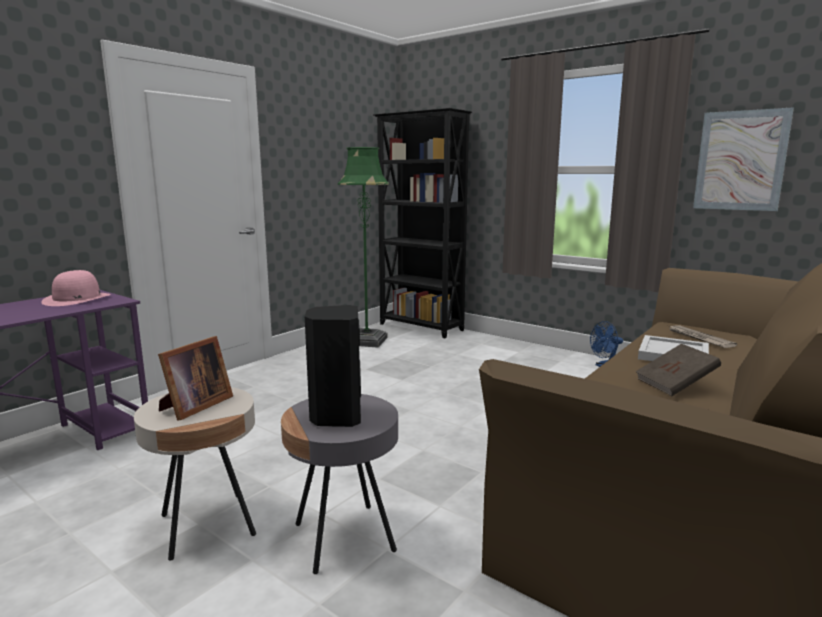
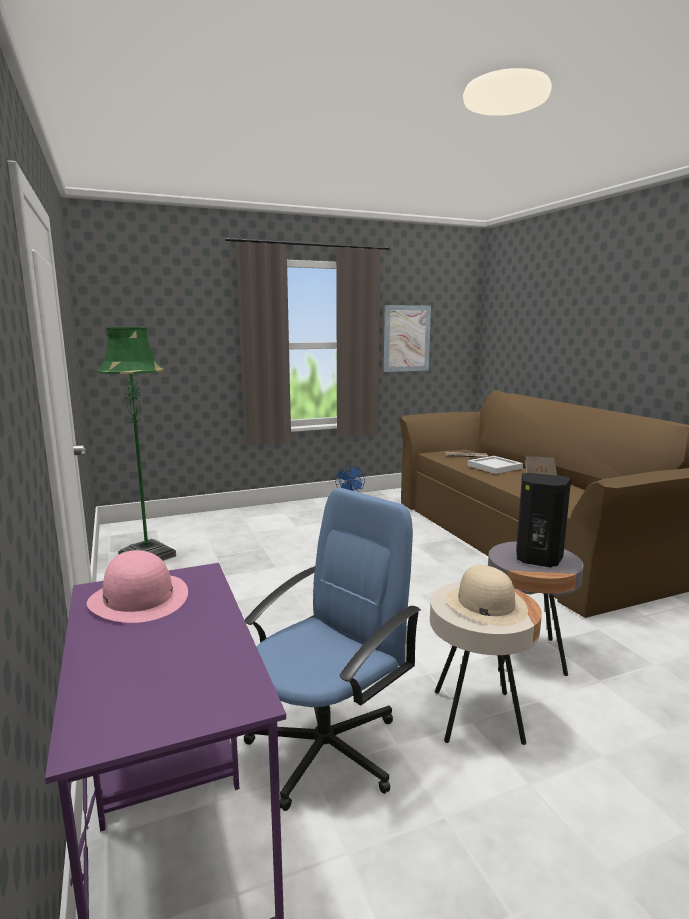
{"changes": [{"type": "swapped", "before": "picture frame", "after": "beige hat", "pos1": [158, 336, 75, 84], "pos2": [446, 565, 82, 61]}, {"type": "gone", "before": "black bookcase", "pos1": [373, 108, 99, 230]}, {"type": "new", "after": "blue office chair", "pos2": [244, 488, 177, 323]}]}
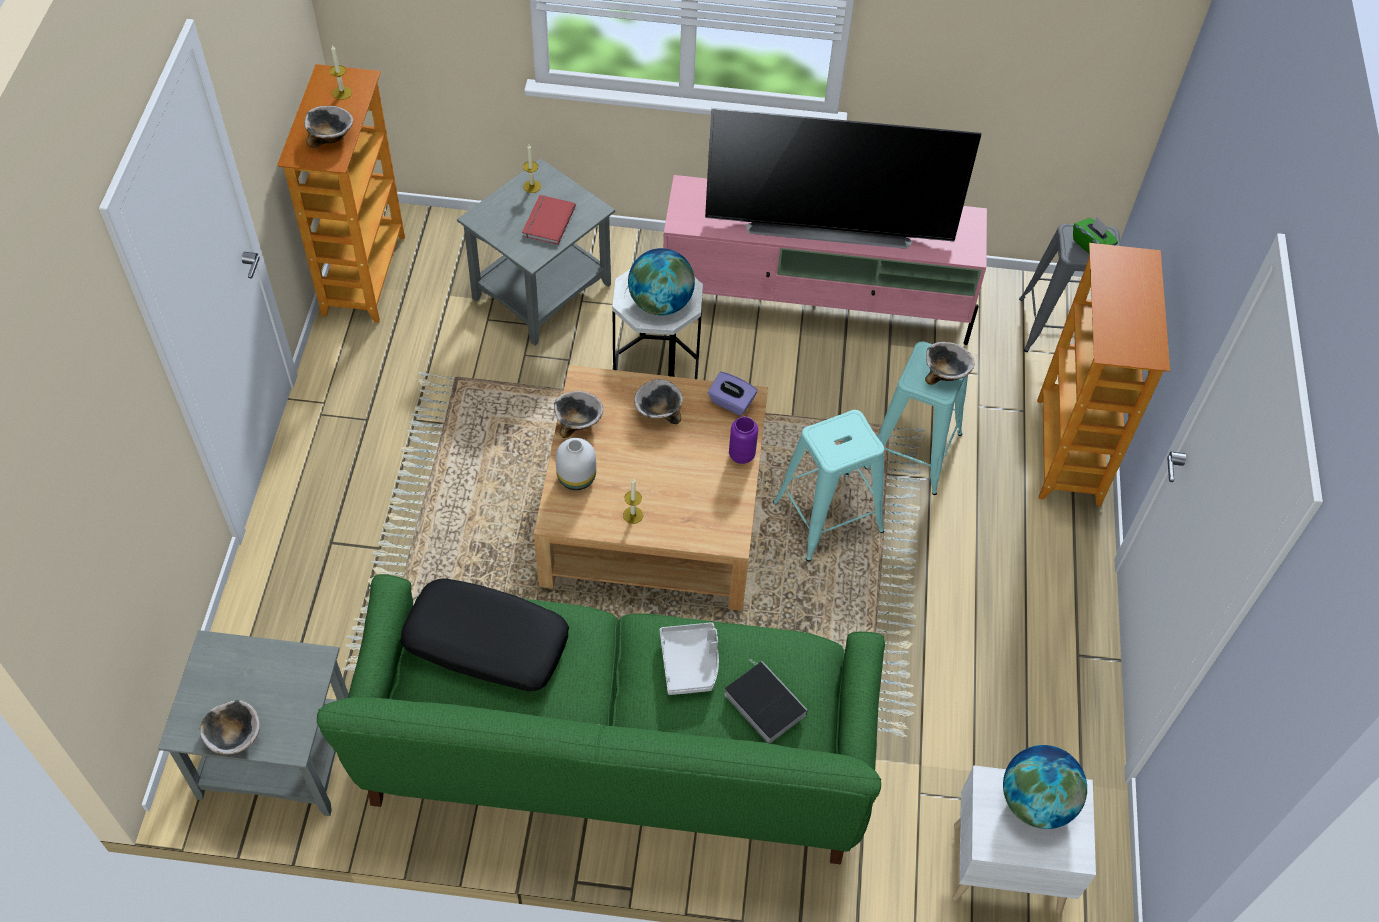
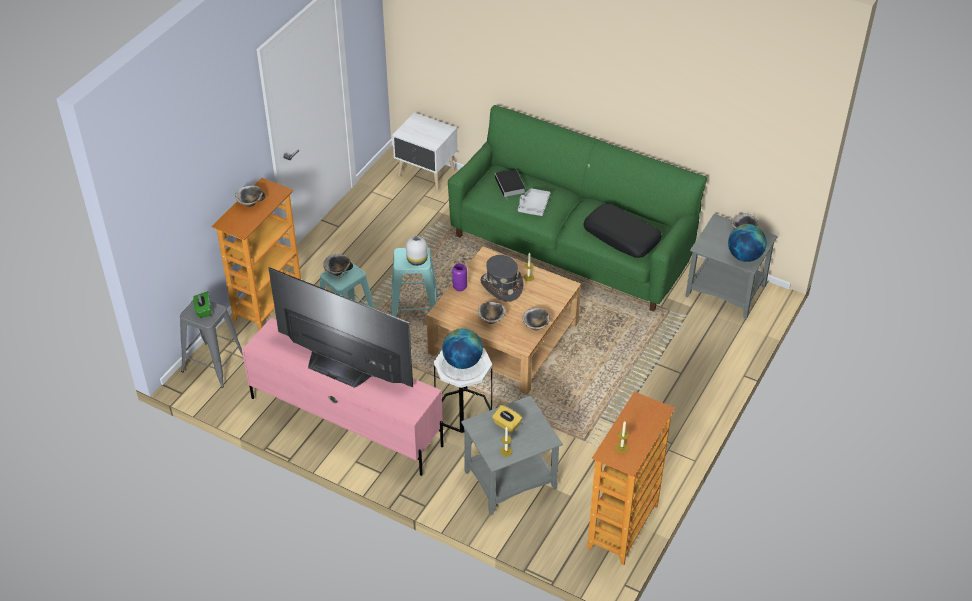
{"changes": [{"type": "shifted", "before": "bowl", "pos1": [304, 106, 49, 42], "pos2": [235, 185, 31, 22]}, {"type": "swapped", "before": "red book", "after": "yellow tissue box", "pos1": [522, 195, 54, 50], "pos2": [492, 405, 31, 28]}, {"type": "shifted", "before": "white vase", "pos1": [555, 438, 41, 52], "pos2": [406, 236, 22, 30]}, {"type": "gone", "before": "purple tissue box", "pos1": [708, 372, 49, 44]}, {"type": "shifted", "before": "globe", "pos1": [1003, 745, 84, 84], "pos2": [728, 224, 39, 38]}, {"type": "new", "after": "grey hat", "pos2": [480, 255, 44, 47]}]}
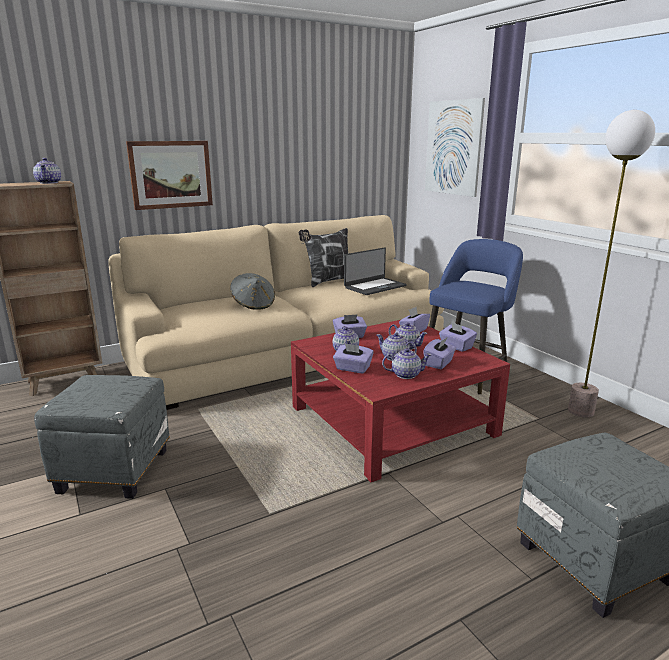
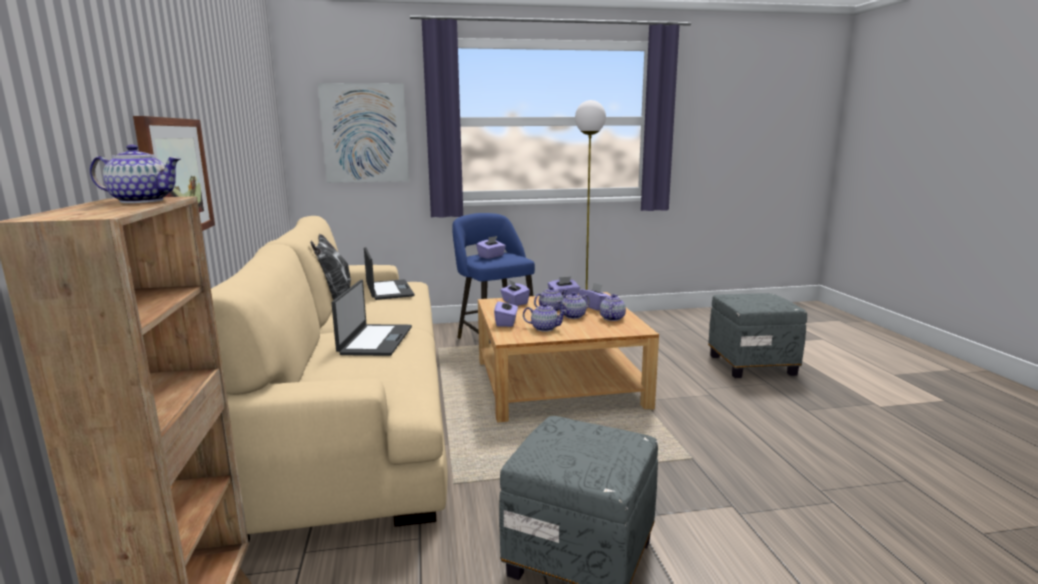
{"changes": [{"type": "swapped", "before": "grey hat", "after": "laptop", "pos1": [230, 273, 45, 37], "pos2": [332, 280, 80, 76]}, {"type": "repainted", "before": "red coffee table", "after": "beige coffee table", "pos1": [291, 320, 219, 162], "pos2": [478, 292, 181, 131]}, {"type": "shifted", "before": "purple tissue box", "pos1": [333, 343, 41, 31], "pos2": [476, 236, 30, 23]}]}
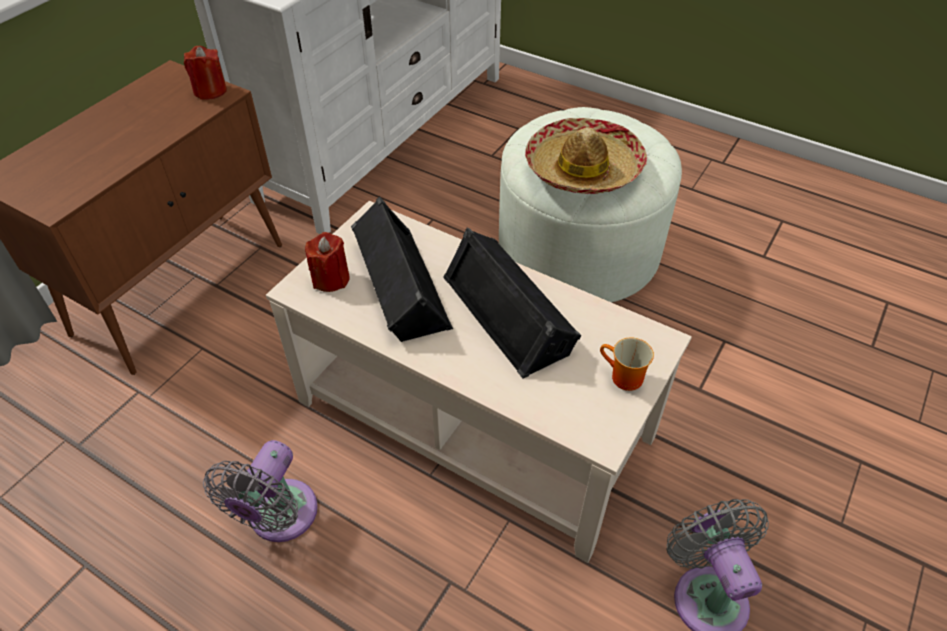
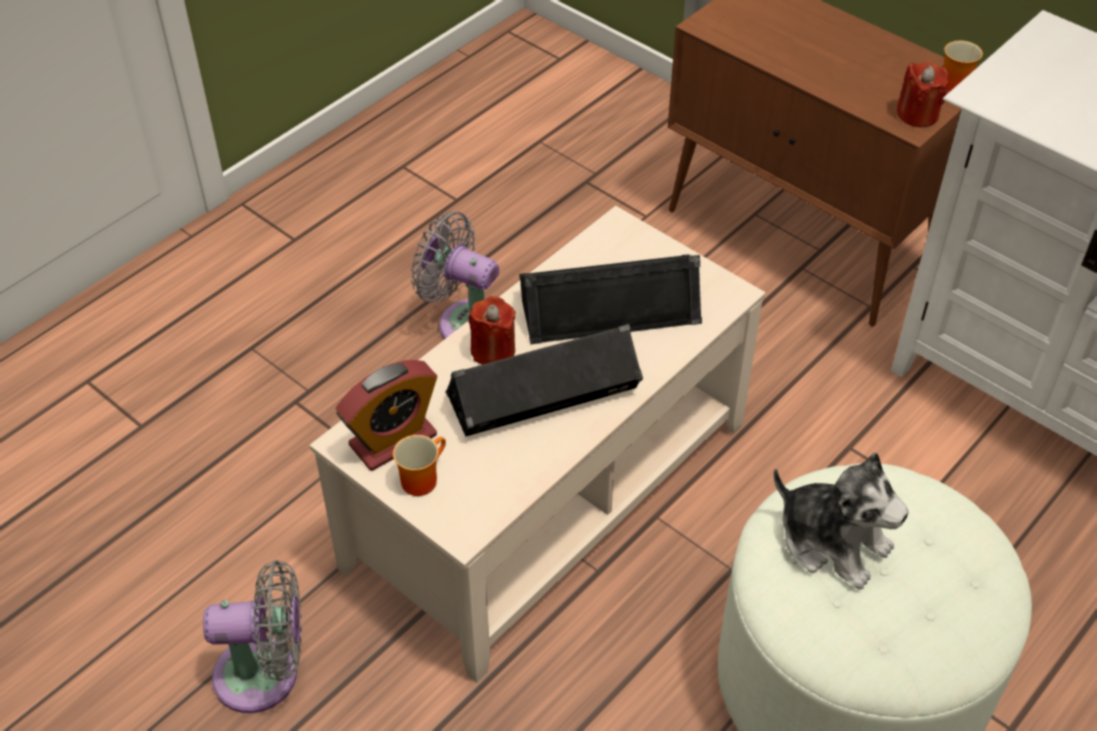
{"changes": [{"type": "shifted", "before": "red candle", "pos1": [305, 232, 45, 60], "pos2": [468, 296, 48, 69]}, {"type": "swapped", "before": "hat", "after": "plush toy", "pos1": [525, 118, 122, 76], "pos2": [774, 453, 135, 137]}, {"type": "new", "after": "alarm clock", "pos2": [336, 360, 101, 111]}, {"type": "new", "after": "mug", "pos2": [944, 41, 39, 51]}]}
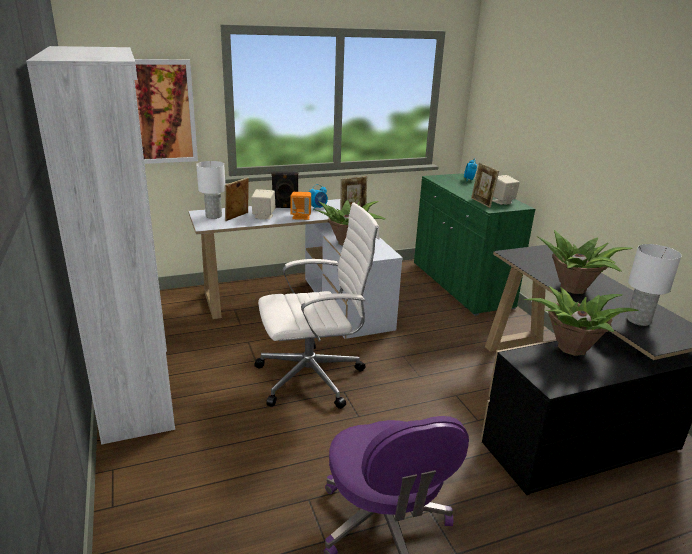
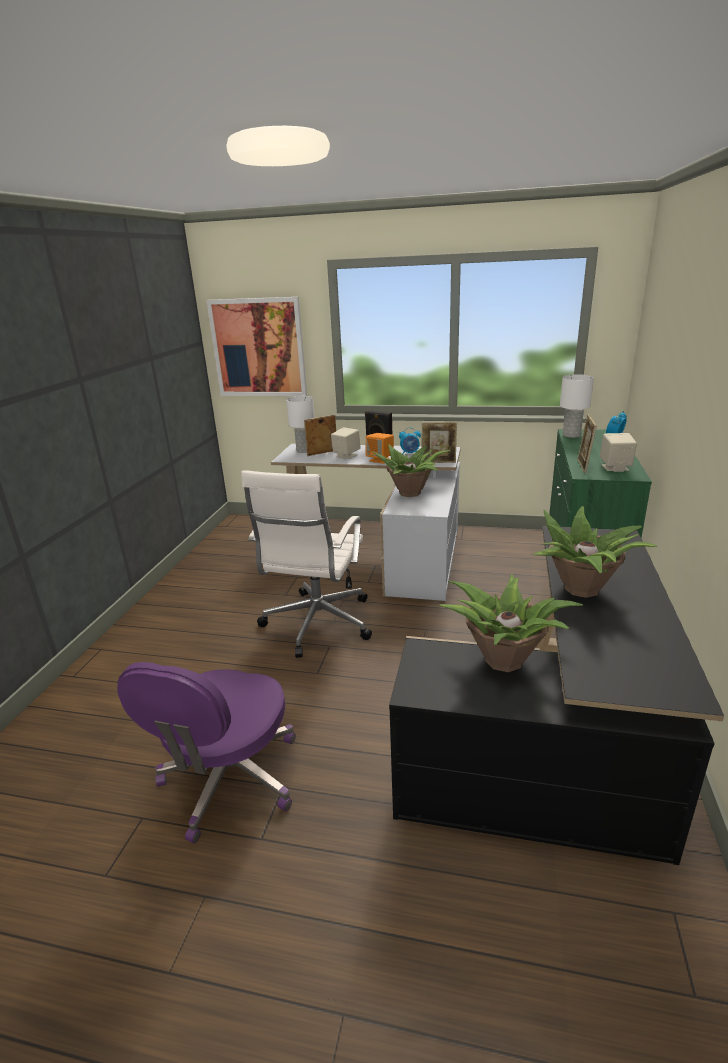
{"changes": [{"type": "gone", "before": "white bookcase", "pos1": [26, 46, 149, 399]}, {"type": "rotated", "before": "white office chair", "pos1": [254, 203, 126, 206], "pos2": [241, 470, 131, 188], "turn": 90}, {"type": "shifted", "before": "white table lamp", "pos1": [627, 244, 55, 82], "pos2": [560, 374, 34, 64]}]}
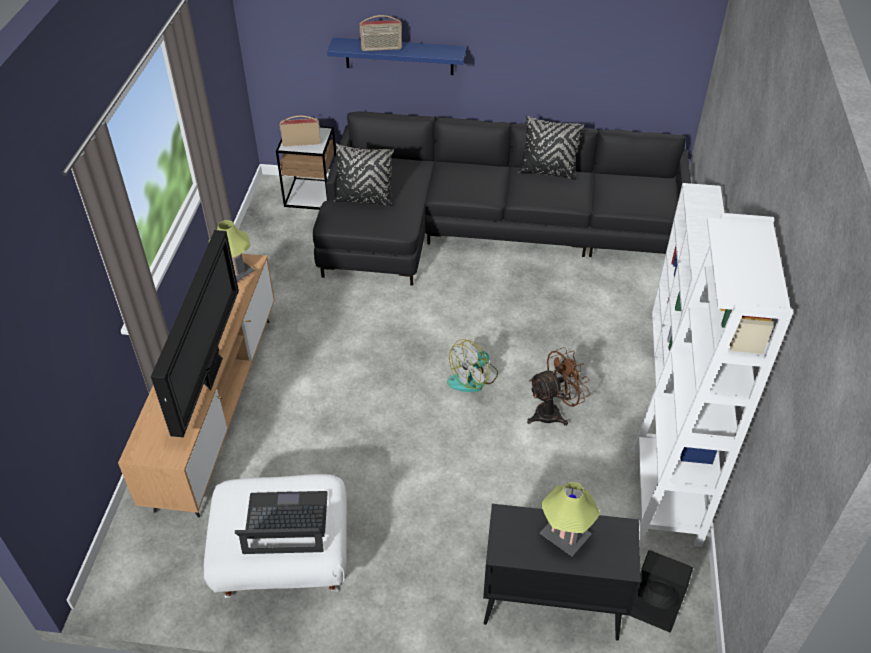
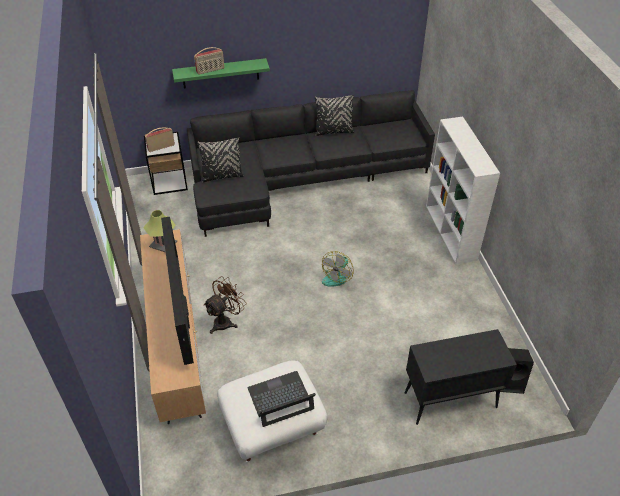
{"changes": [{"type": "repainted", "before": "blue shelf", "after": "green shelf", "pos1": [327, 38, 139, 37], "pos2": [172, 58, 98, 30]}, {"type": "shifted", "before": "brown fan", "pos1": [527, 347, 63, 79], "pos2": [203, 276, 44, 58]}, {"type": "gone", "before": "table lamp", "pos1": [540, 482, 60, 75]}, {"type": "gone", "before": "white bookcase", "pos1": [632, 213, 161, 334]}]}
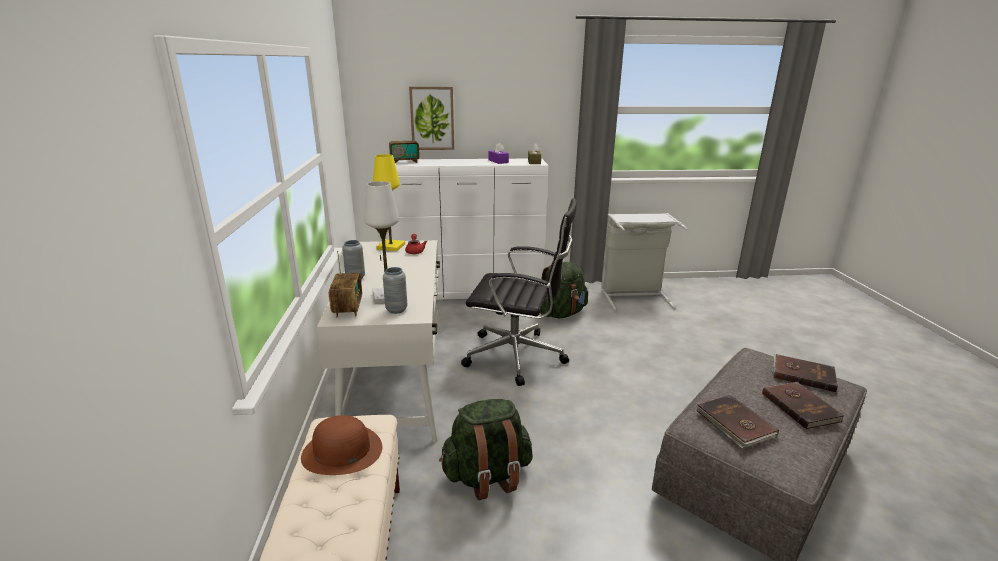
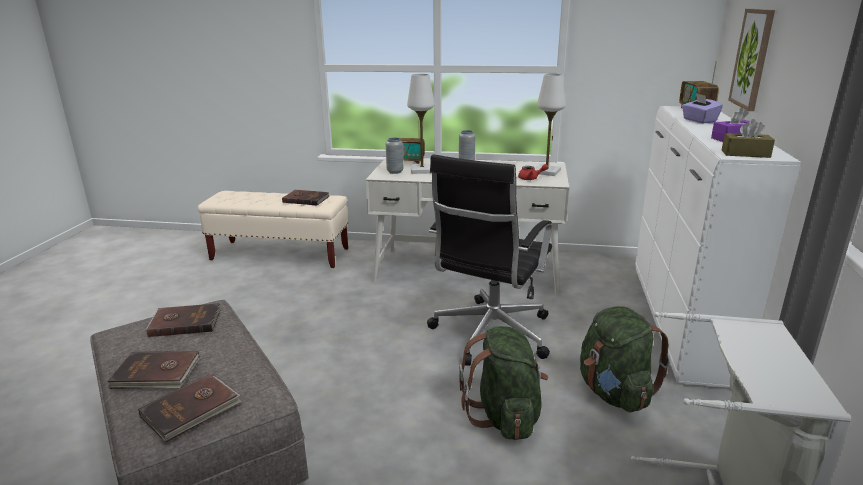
{"changes": [{"type": "swapped", "before": "brown hat", "after": "brown book", "pos1": [301, 415, 81, 60], "pos2": [282, 190, 48, 16]}, {"type": "repainted", "before": "yellow table lamp", "after": "white table lamp", "pos1": [373, 154, 32, 97], "pos2": [535, 74, 31, 102]}, {"type": "shifted", "before": "green backpack", "pos1": [439, 399, 94, 101], "pos2": [459, 326, 89, 114]}, {"type": "new", "after": "purple tissue box", "pos2": [682, 93, 41, 30]}]}
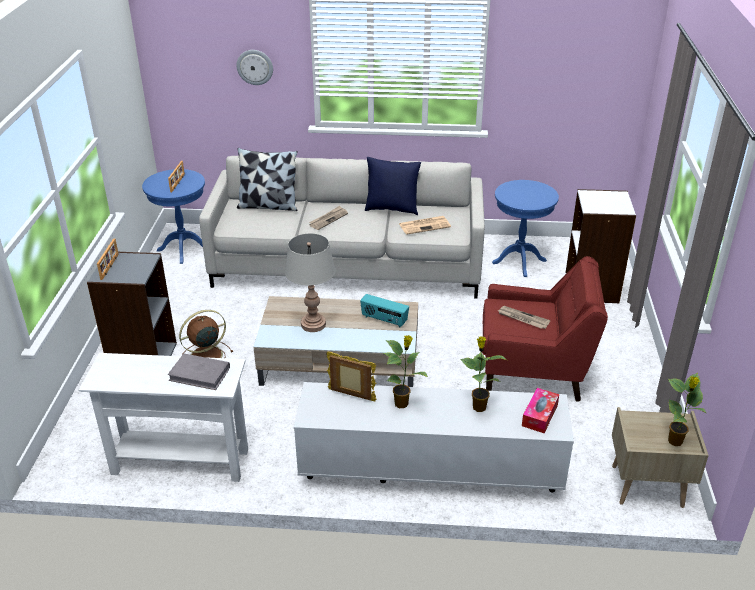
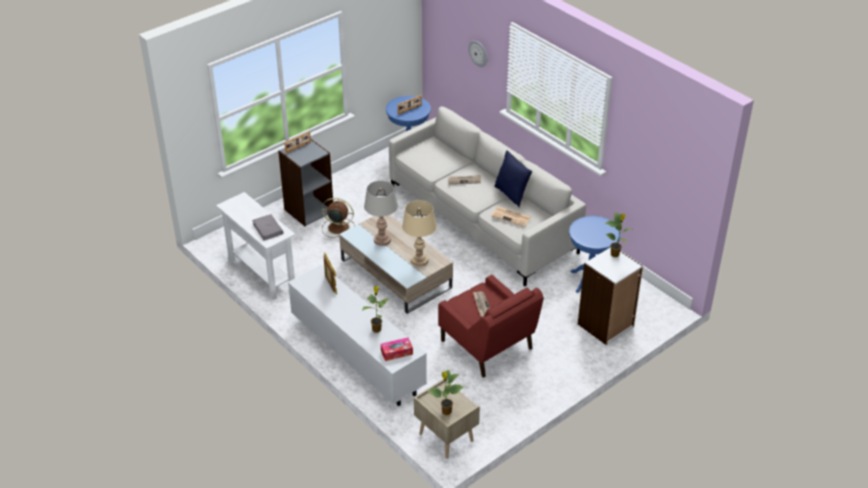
{"changes": [{"type": "gone", "before": "pillow", "pos1": [237, 148, 61, 63]}, {"type": "swapped", "before": "radio", "after": "beige table lamp", "pos1": [360, 294, 49, 33], "pos2": [402, 200, 35, 67]}, {"type": "shifted", "before": "potted plant", "pos1": [383, 335, 45, 73], "pos2": [605, 212, 27, 45]}]}
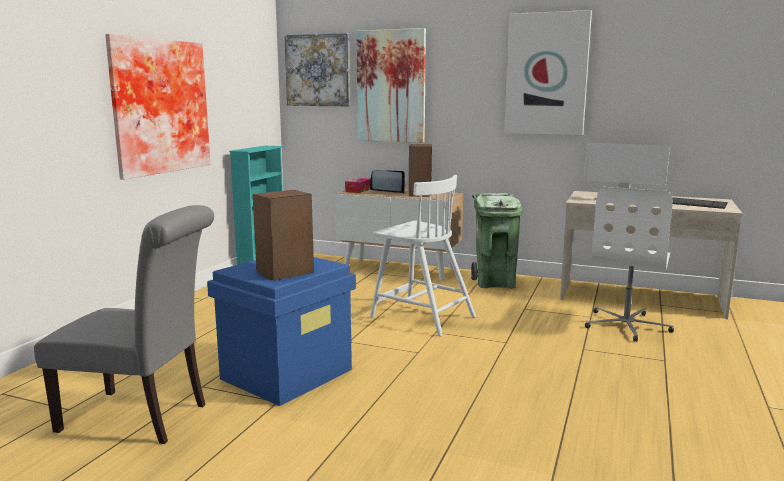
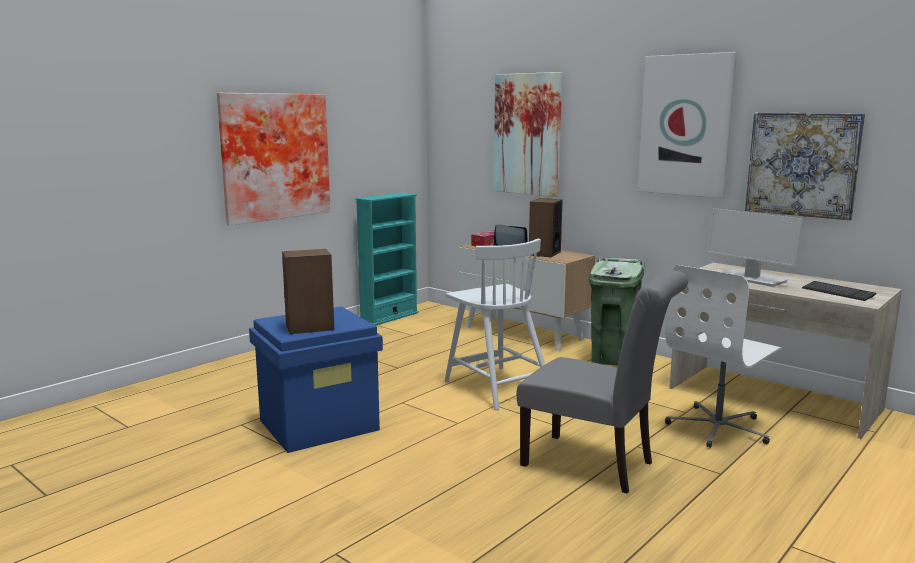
{"changes": [{"type": "shifted", "before": "grey chair", "pos1": [34, 205, 180, 239], "pos2": [517, 270, 171, 224]}, {"type": "shifted", "before": "picture", "pos1": [284, 33, 66, 73], "pos2": [745, 113, 120, 107]}]}
